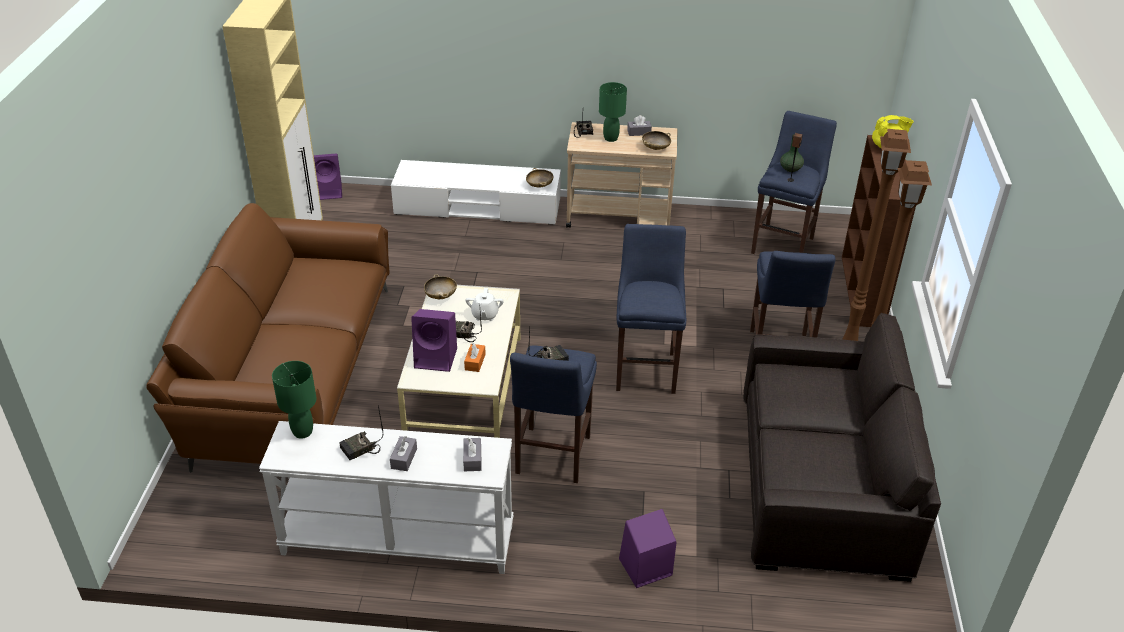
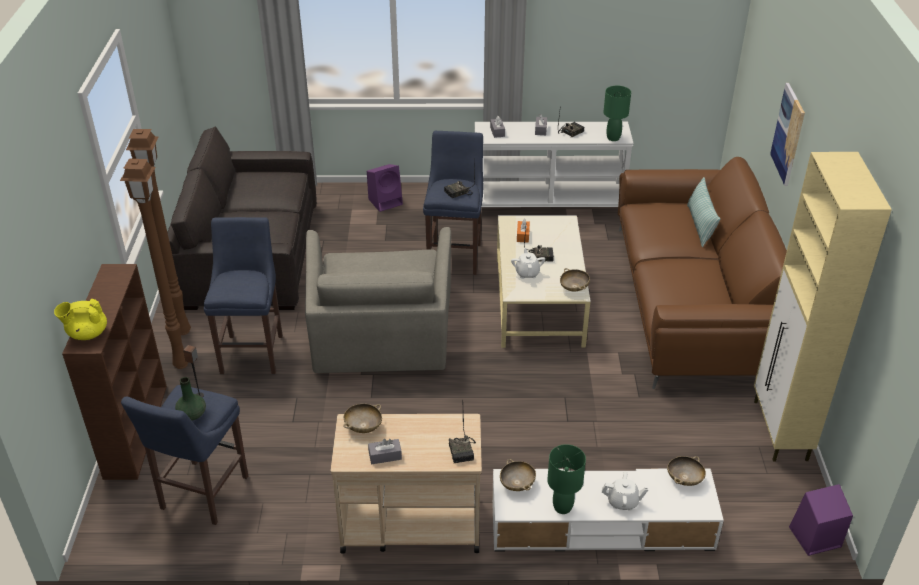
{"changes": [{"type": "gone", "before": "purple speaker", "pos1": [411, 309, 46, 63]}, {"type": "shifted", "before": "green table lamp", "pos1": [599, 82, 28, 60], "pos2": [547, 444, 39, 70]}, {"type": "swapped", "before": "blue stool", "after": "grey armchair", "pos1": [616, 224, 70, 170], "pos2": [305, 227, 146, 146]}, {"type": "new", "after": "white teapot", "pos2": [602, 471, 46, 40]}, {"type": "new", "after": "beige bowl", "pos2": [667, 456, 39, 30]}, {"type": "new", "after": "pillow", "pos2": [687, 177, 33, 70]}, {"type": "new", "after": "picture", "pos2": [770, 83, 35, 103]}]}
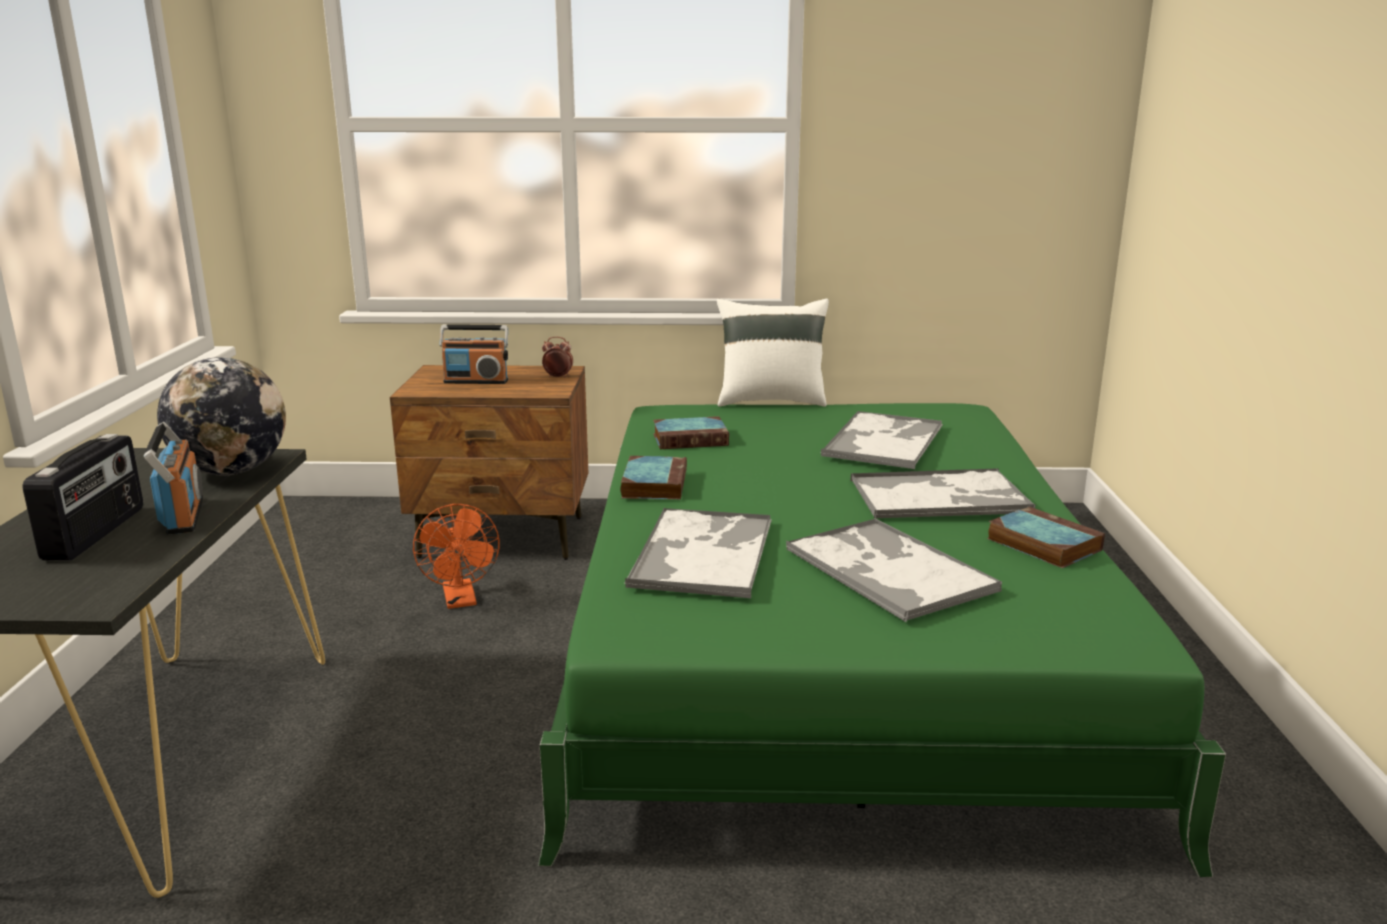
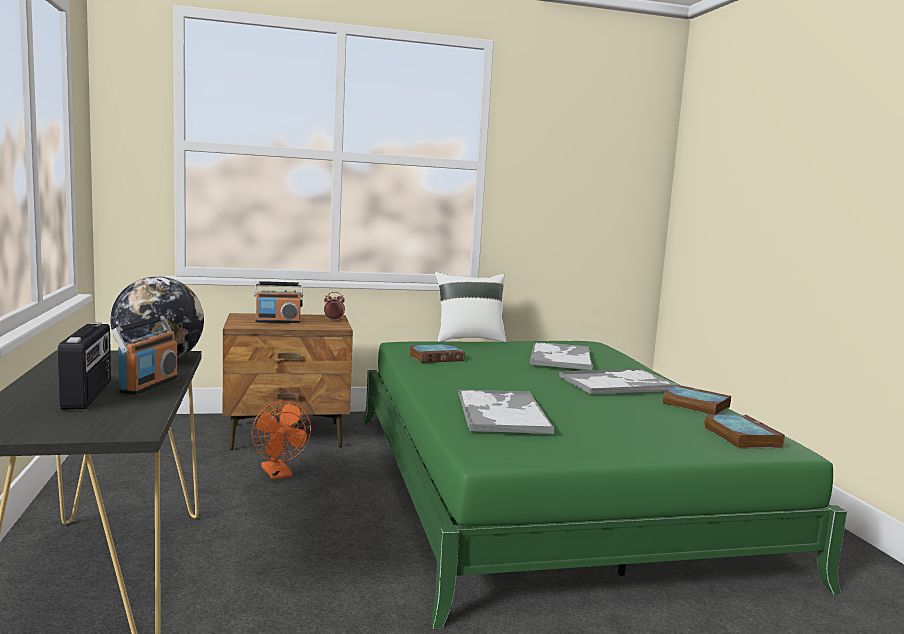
{"changes": [{"type": "rotated", "before": "radio", "pos1": [143, 422, 60, 113], "pos2": [112, 316, 66, 79], "turn": 45}, {"type": "shifted", "before": "book", "pos1": [620, 456, 67, 44], "pos2": [704, 415, 81, 34]}, {"type": "gone", "before": "tray", "pos1": [786, 518, 216, 104]}]}
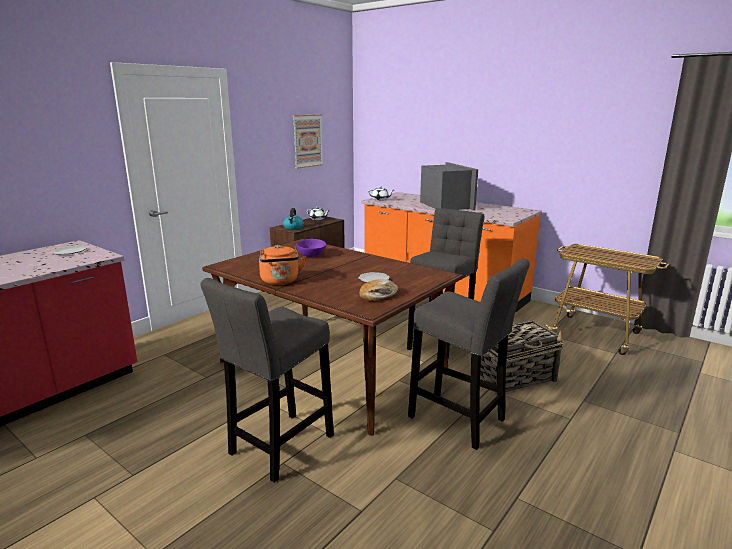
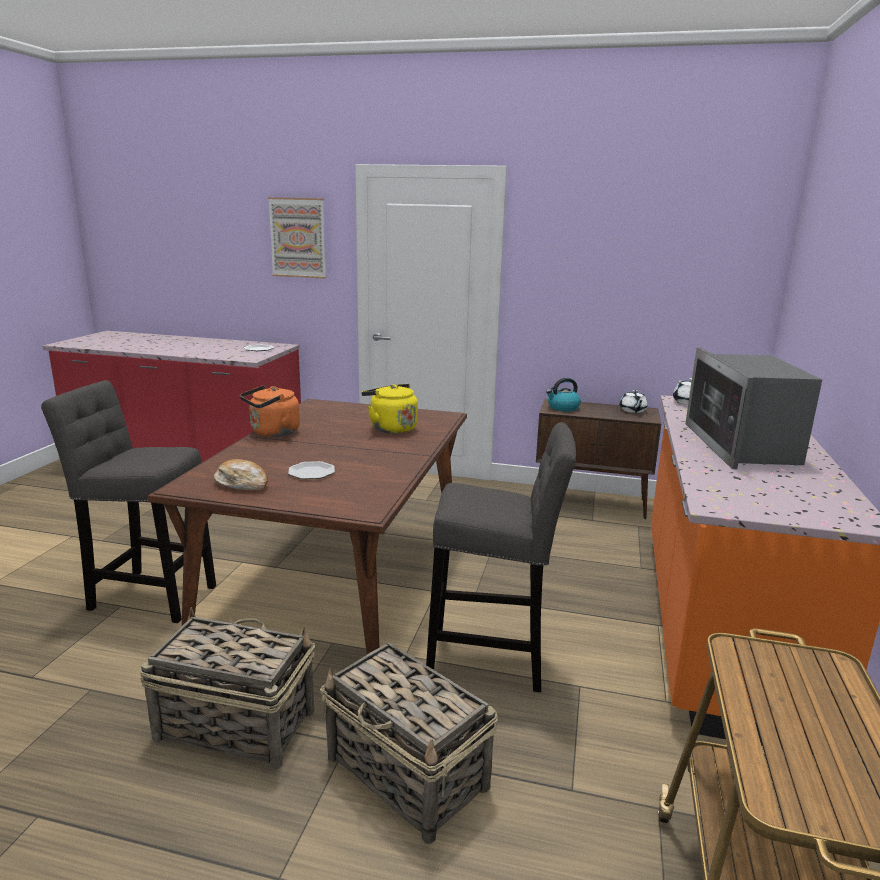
{"changes": [{"type": "shifted", "before": "picture", "pos1": [293, 115, 30, 54], "pos2": [268, 197, 58, 82]}, {"type": "swapped", "before": "purple bowl", "after": "yellow kettle", "pos1": [296, 239, 31, 18], "pos2": [361, 384, 57, 49]}, {"type": "swapped", "before": "grey stool", "after": "basket", "pos1": [408, 258, 122, 192], "pos2": [139, 608, 176, 162]}, {"type": "rotated", "before": "microwave", "pos1": [420, 162, 58, 49], "pos2": [685, 347, 137, 122], "turn": 135}]}
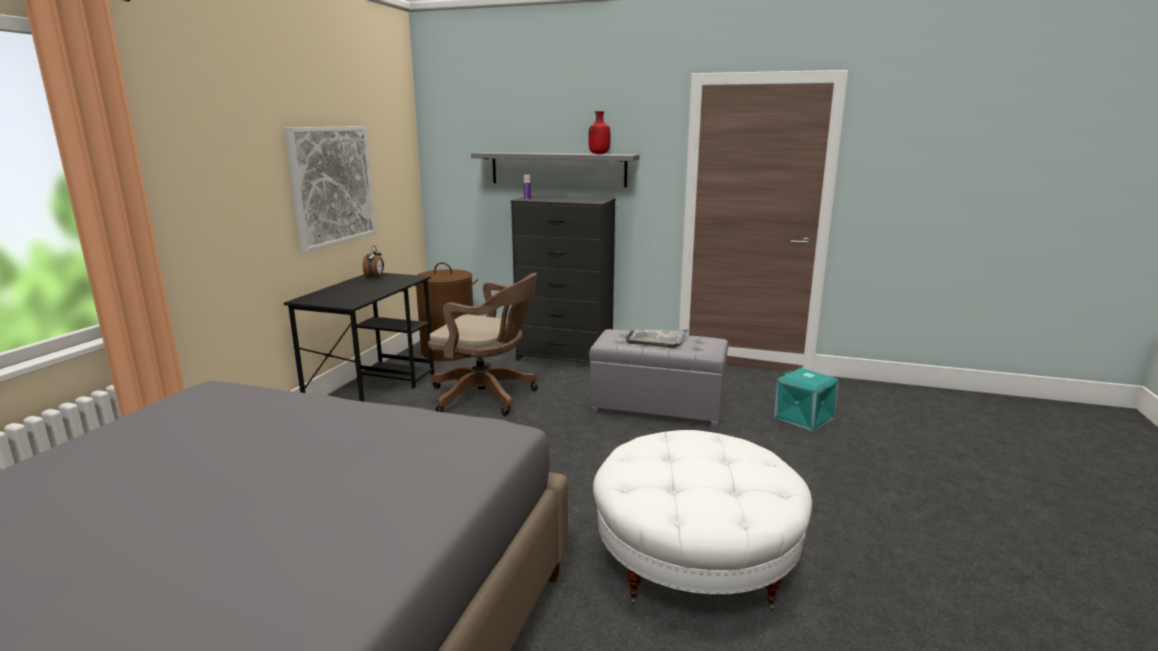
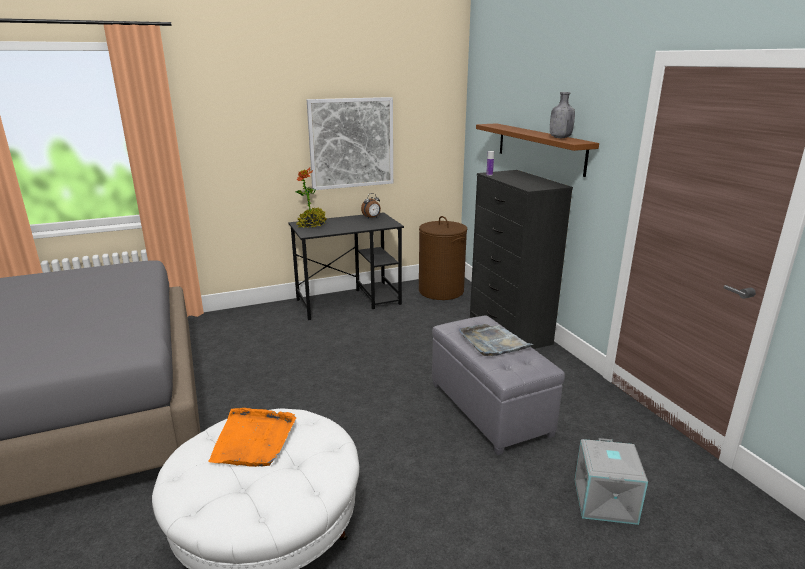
{"changes": [{"type": "gone", "before": "brown office chair", "pos1": [428, 273, 110, 143]}, {"type": "repainted", "before": "grey shelf", "after": "brown shelf", "pos1": [471, 152, 168, 35], "pos2": [476, 123, 123, 54]}, {"type": "repainted", "before": "red bottle", "after": "grey bottle", "pos1": [588, 111, 22, 43], "pos2": [550, 92, 25, 46]}, {"type": "repainted", "before": "turquoise storage box", "after": "grey storage box", "pos1": [774, 368, 65, 63], "pos2": [575, 438, 73, 87]}, {"type": "new", "after": "orange tray", "pos2": [208, 408, 88, 59]}, {"type": "new", "after": "potted plant", "pos2": [295, 168, 32, 60]}]}
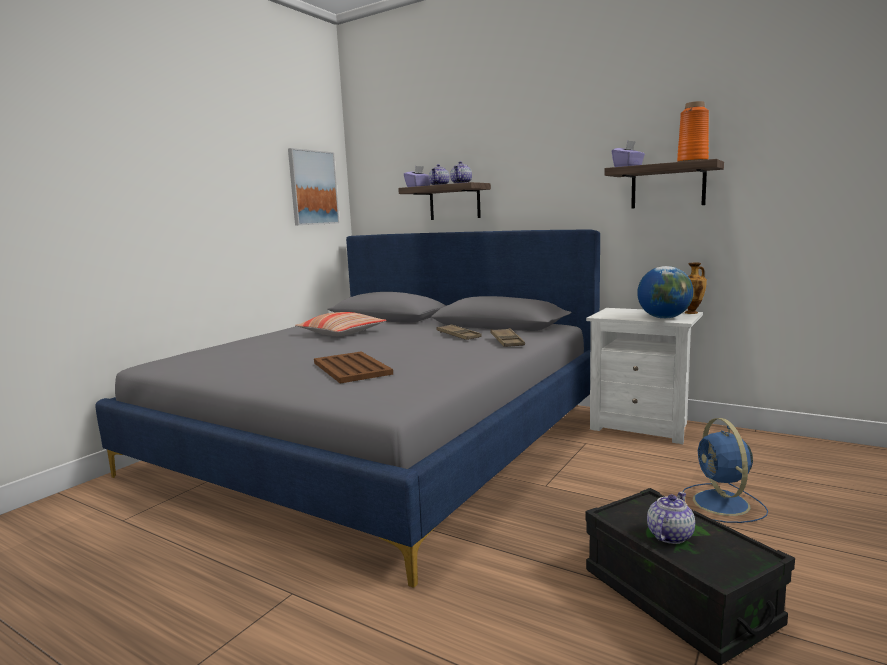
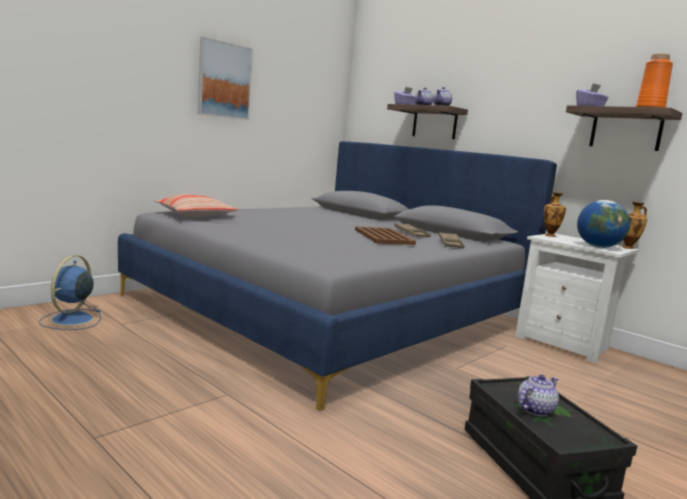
{"changes": [{"type": "shifted", "before": "picture", "pos1": [288, 148, 52, 77], "pos2": [198, 37, 55, 83]}, {"type": "shifted", "before": "pillow", "pos1": [295, 312, 91, 24], "pos2": [155, 194, 83, 23]}, {"type": "shifted", "before": "brown tray", "pos1": [314, 352, 79, 31], "pos2": [355, 226, 61, 19]}, {"type": "shifted", "before": "blue fan", "pos1": [682, 418, 86, 105], "pos2": [39, 255, 62, 75]}, {"type": "new", "after": "vase", "pos2": [544, 192, 22, 45]}]}
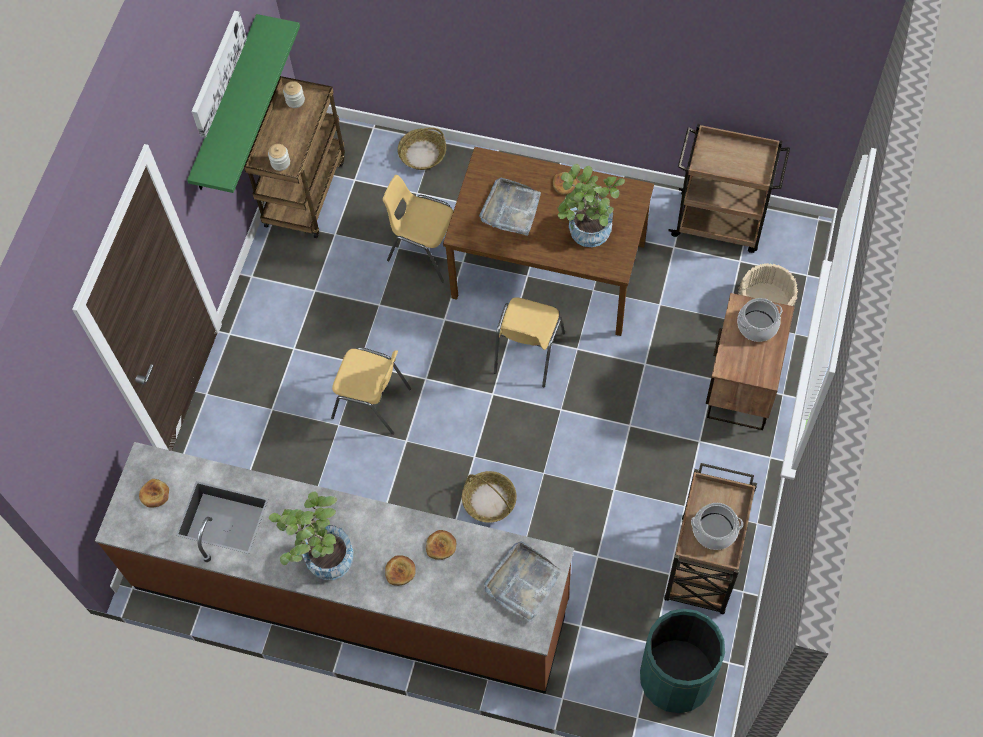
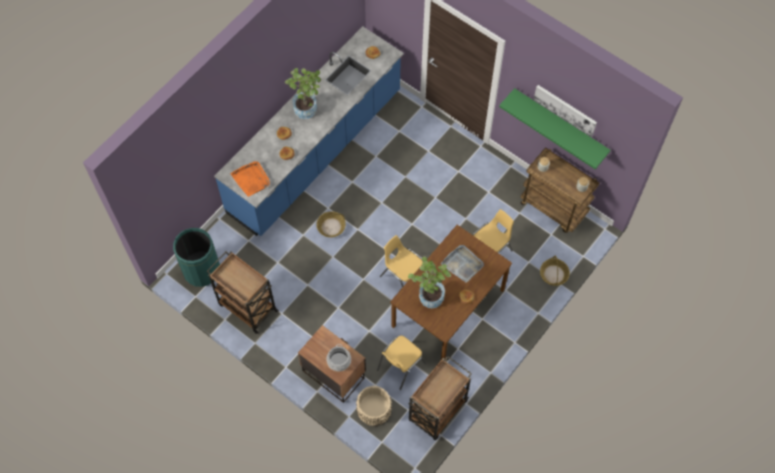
{"changes": [{"type": "repainted", "before": "brown counter", "after": "blue counter", "pos1": [95, 442, 479, 252], "pos2": [214, 26, 190, 210]}, {"type": "shifted", "before": "yellow chair", "pos1": [331, 347, 80, 88], "pos2": [377, 336, 49, 54]}, {"type": "repainted", "before": "grey tray", "after": "orange tray", "pos1": [484, 541, 77, 82], "pos2": [230, 161, 40, 36]}, {"type": "gone", "before": "cooking pot", "pos1": [691, 503, 52, 47]}]}
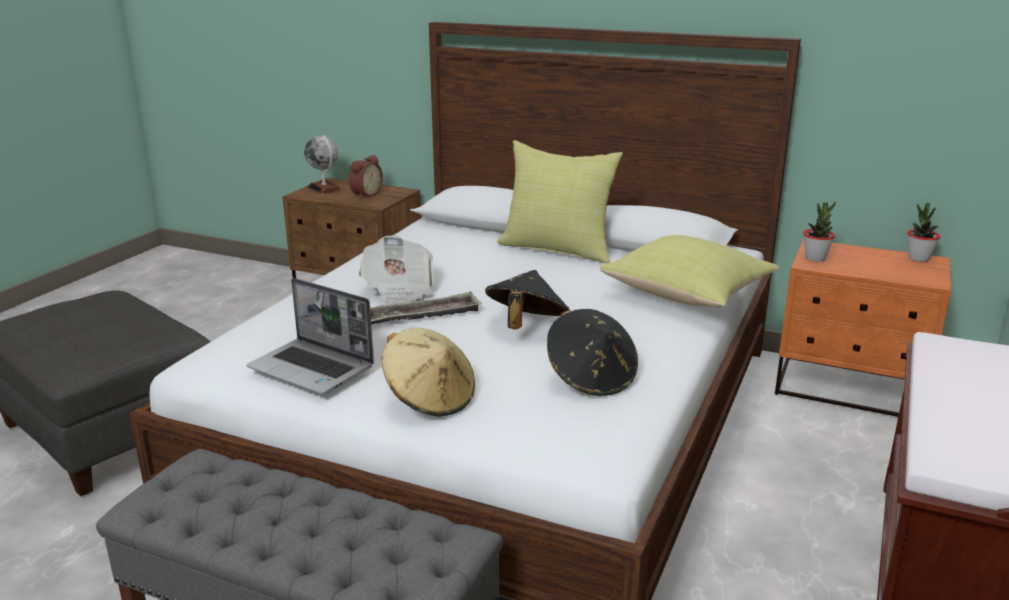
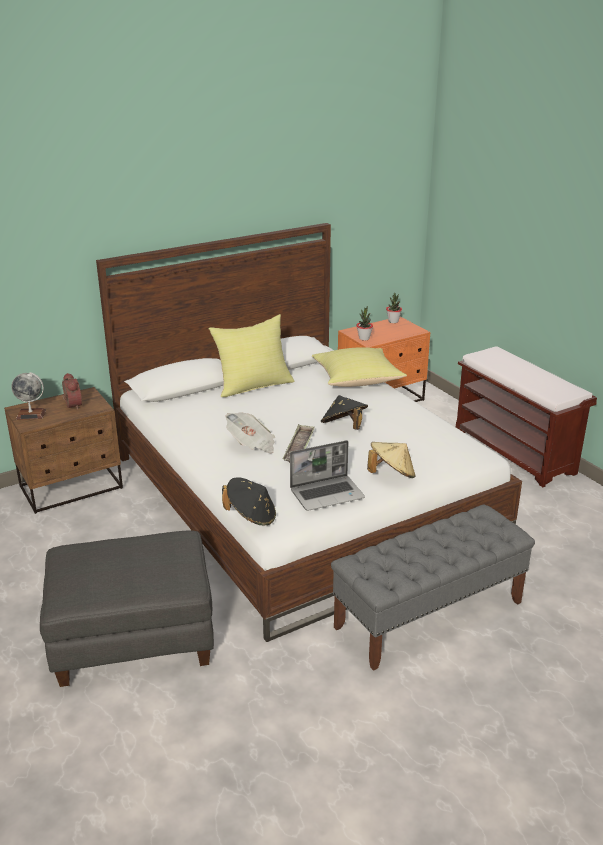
{"changes": [{"type": "shifted", "before": "black hat", "pos1": [547, 309, 91, 87], "pos2": [222, 477, 54, 48]}]}
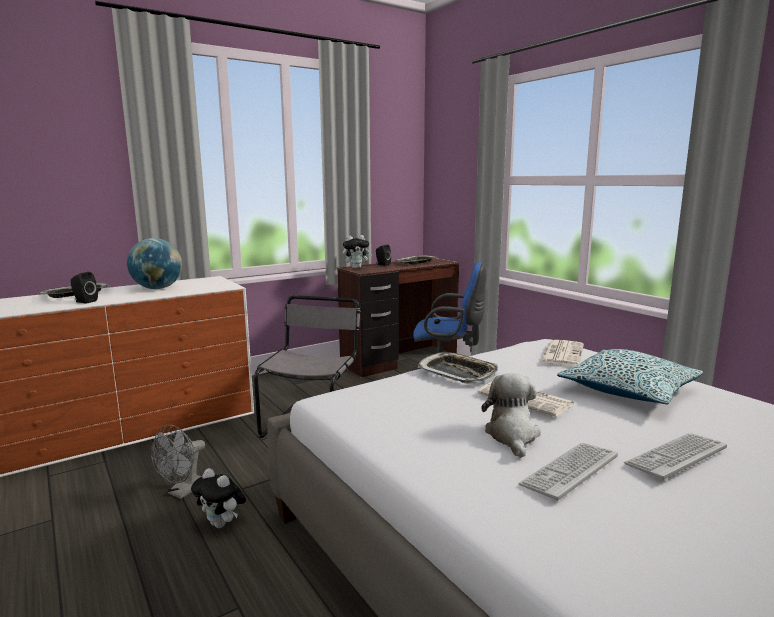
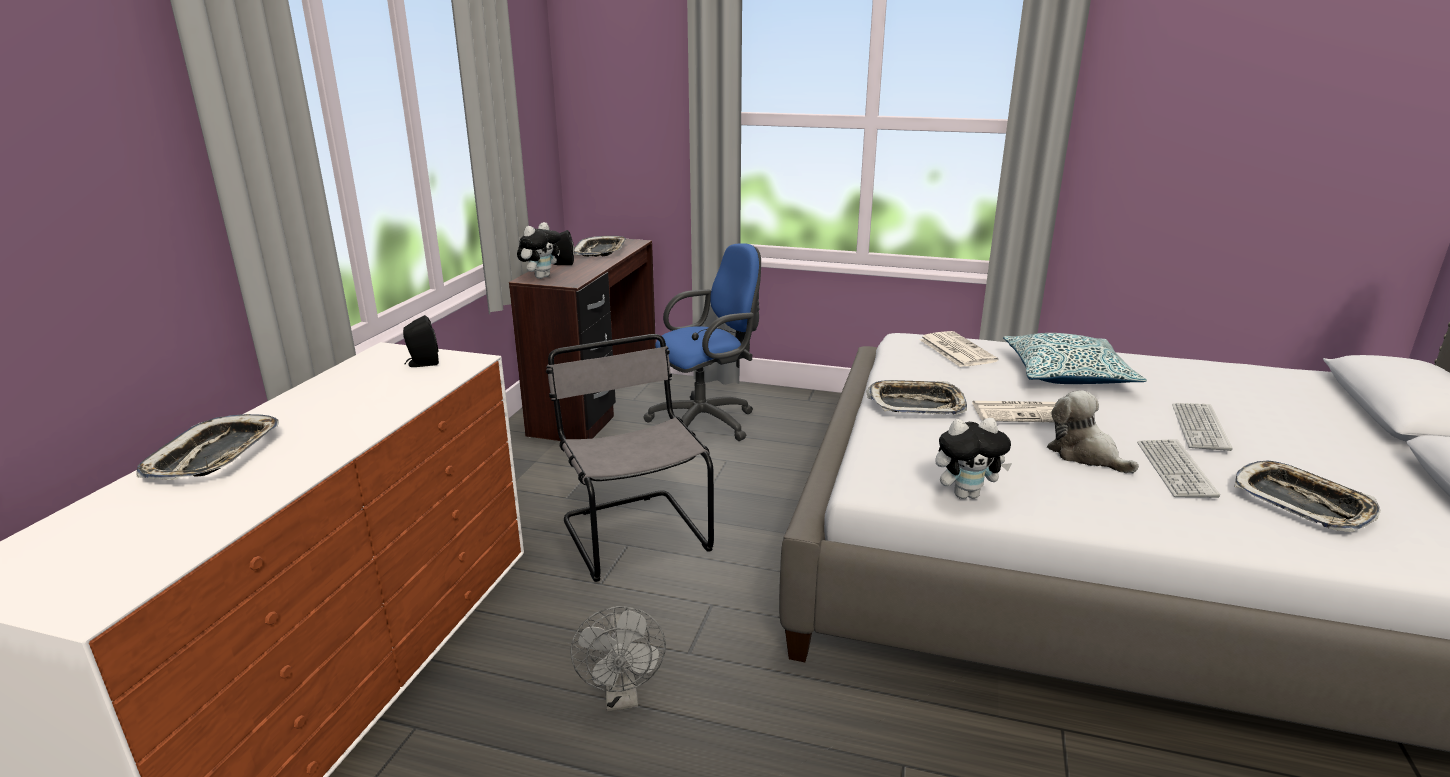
{"changes": [{"type": "shifted", "before": "black speaker", "pos1": [71, 272, 27, 32], "pos2": [403, 315, 36, 52]}, {"type": "gone", "before": "globe", "pos1": [127, 238, 55, 51]}, {"type": "shifted", "before": "plush toy", "pos1": [191, 468, 55, 60], "pos2": [935, 418, 77, 81]}, {"type": "new", "after": "tray", "pos2": [1235, 461, 146, 71]}]}
